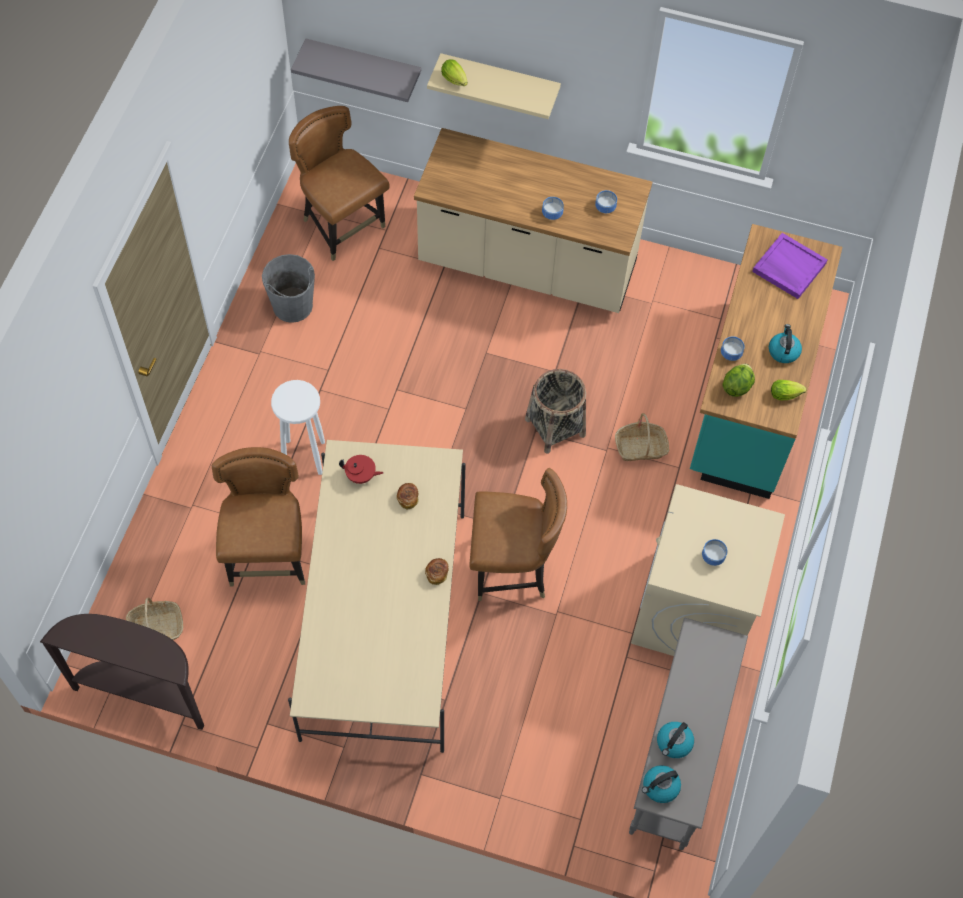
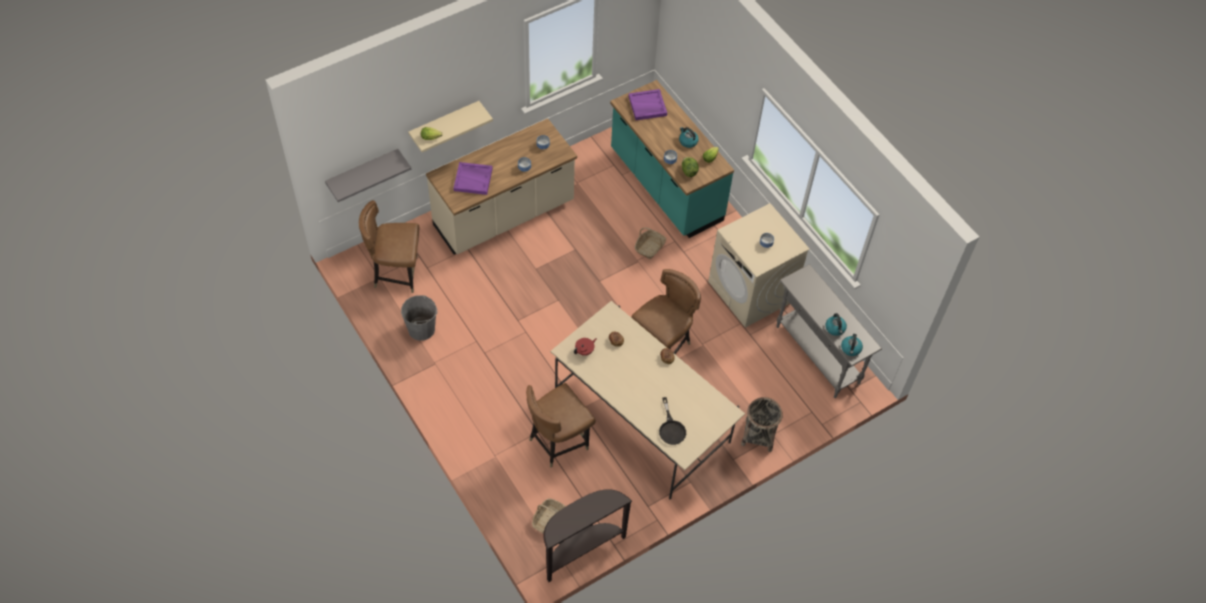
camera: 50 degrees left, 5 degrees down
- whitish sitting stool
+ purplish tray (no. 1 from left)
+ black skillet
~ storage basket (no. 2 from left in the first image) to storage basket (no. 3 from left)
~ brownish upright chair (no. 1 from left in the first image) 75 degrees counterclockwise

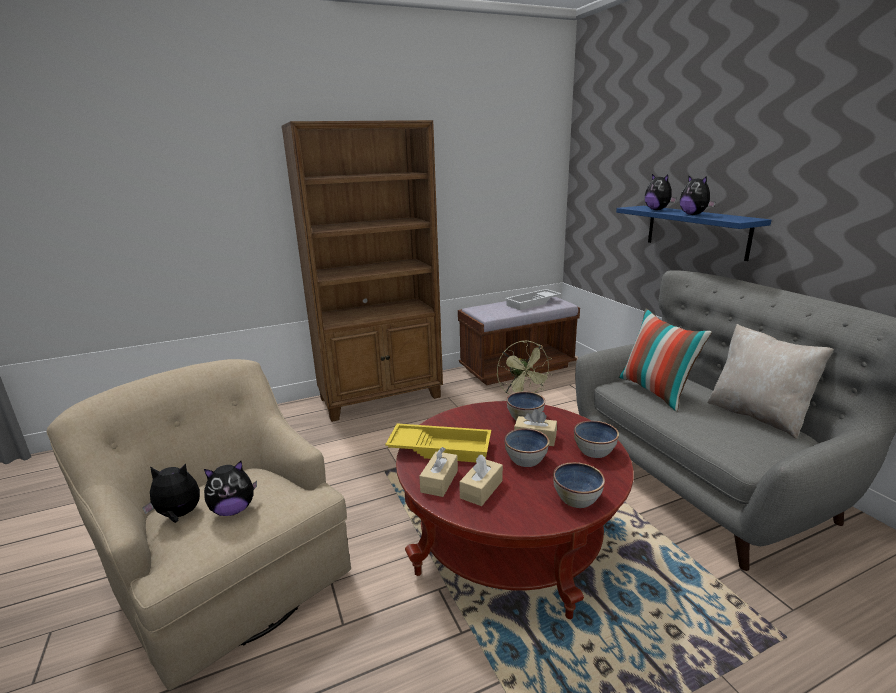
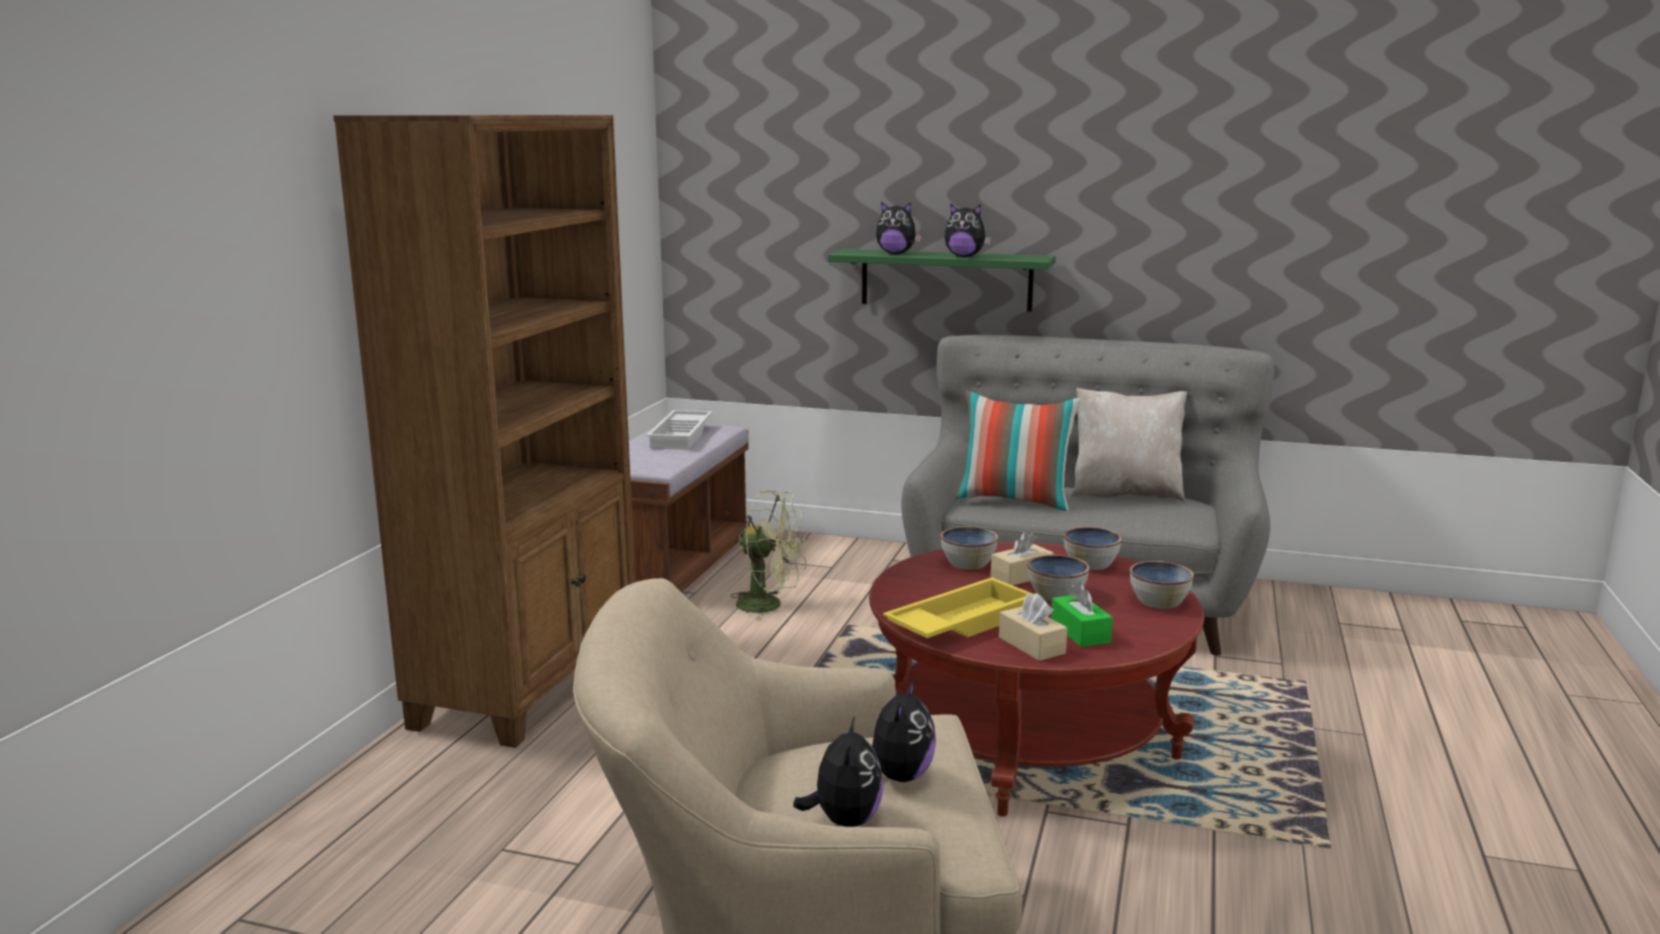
camera: 50 degrees left, 5 degrees down
~ sand-coloured tissue box (no. 2 from left) to green-coloured tissue box
~ bluish wall shelf to green-coloured wall shelf
~ soft toy (no. 1 from left) 150 degrees clockwise

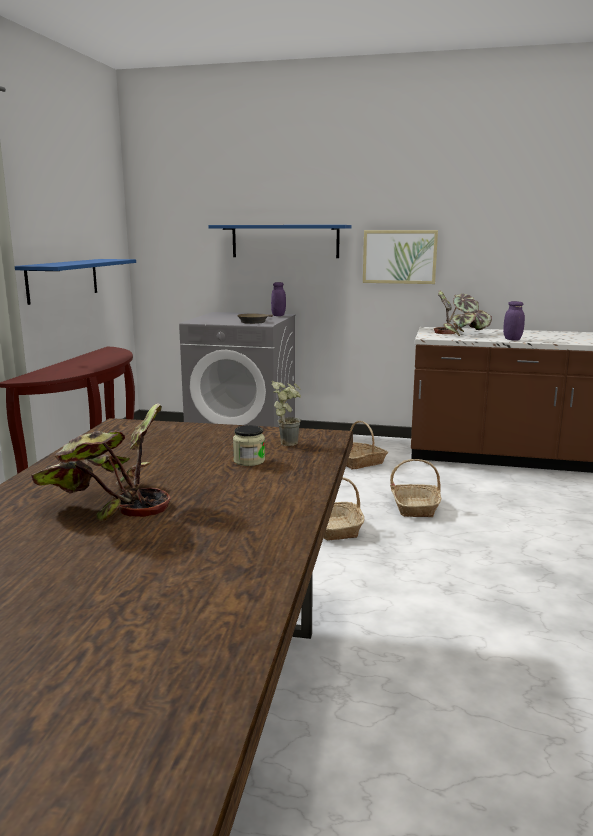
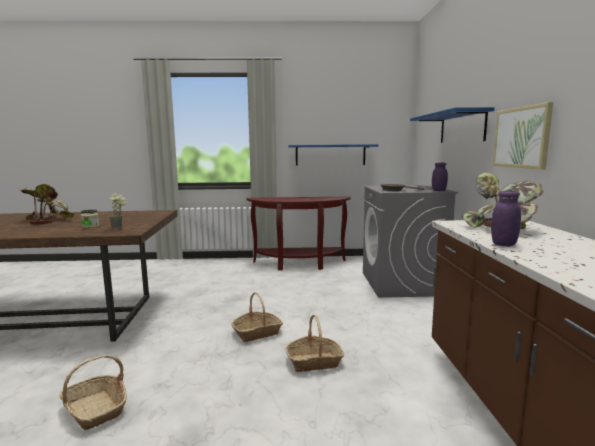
camera: 75 degrees right, 5 degrees down
~ storage basket (no. 2 from left in the first image) to storage basket (no. 1 from left)

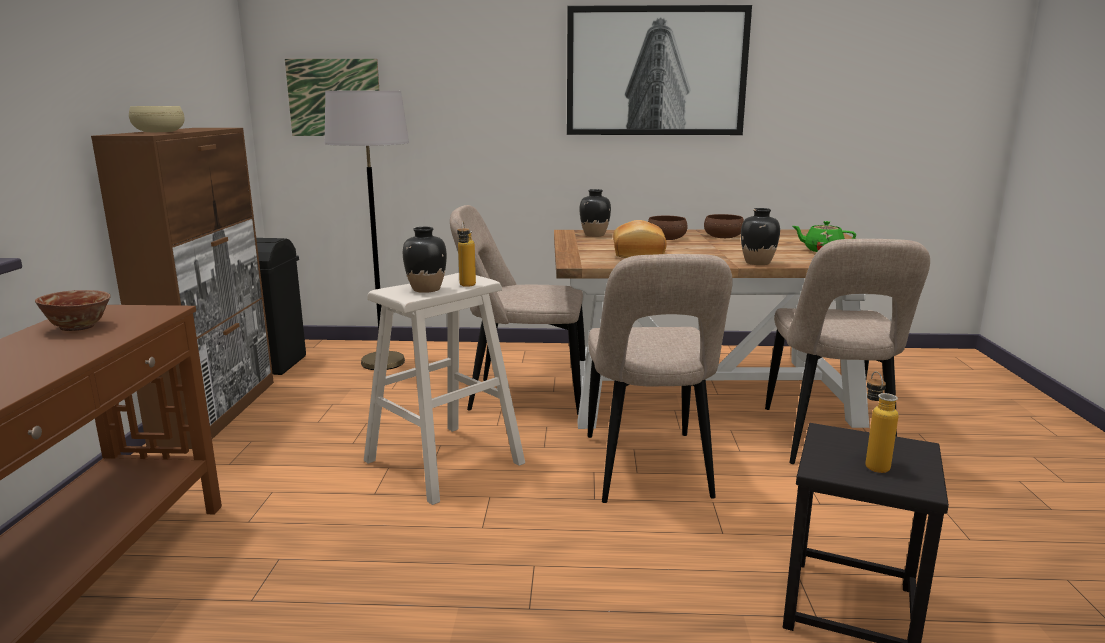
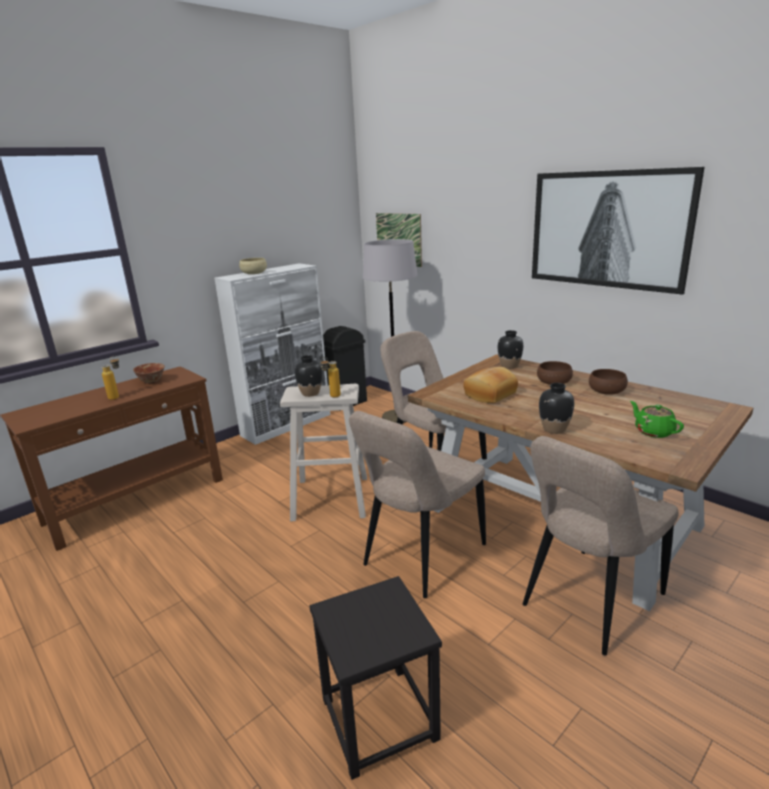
camera: 45 degrees right, 5 degrees up
~ beverage bottle (no. 2 from left in the first image) to beverage bottle (no. 1 from left)
~ brownish cupboard to whitish cupboard

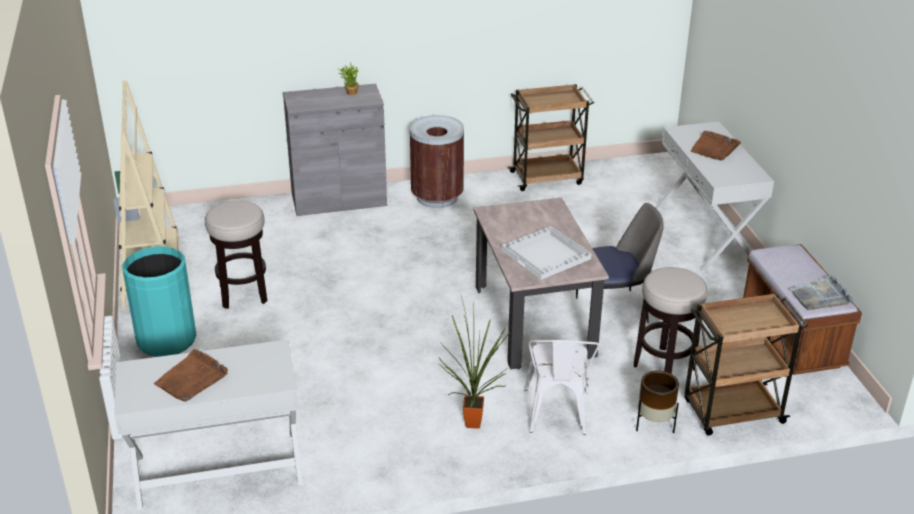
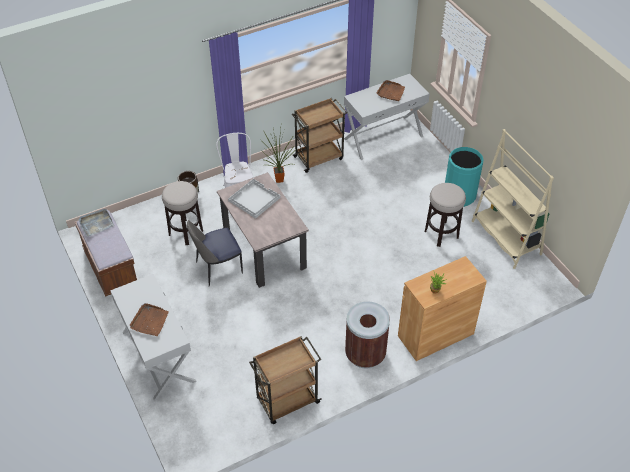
camera: 165 degrees right, 15 degrees up
~ brownish cart (no. 2 from left)
~ gray cupboard to brownish cupboard

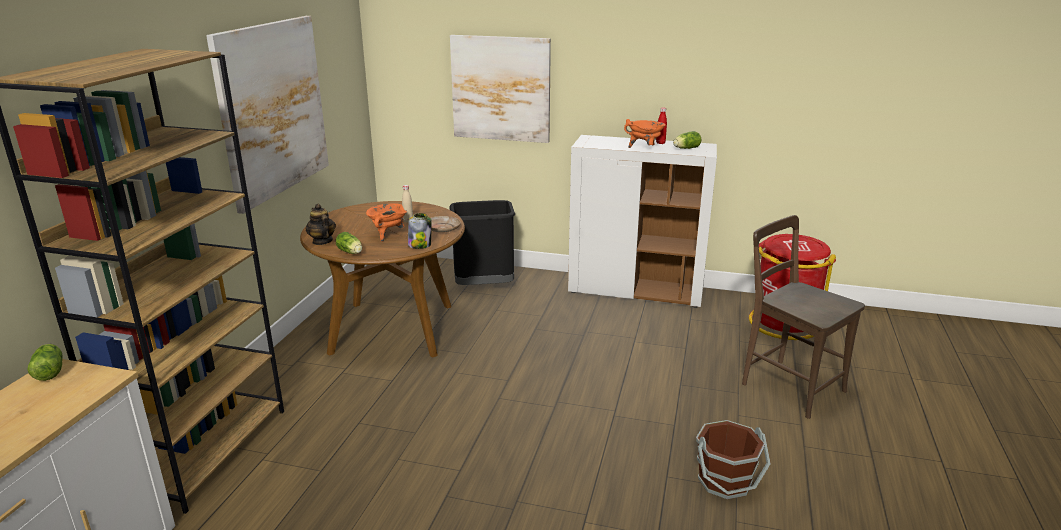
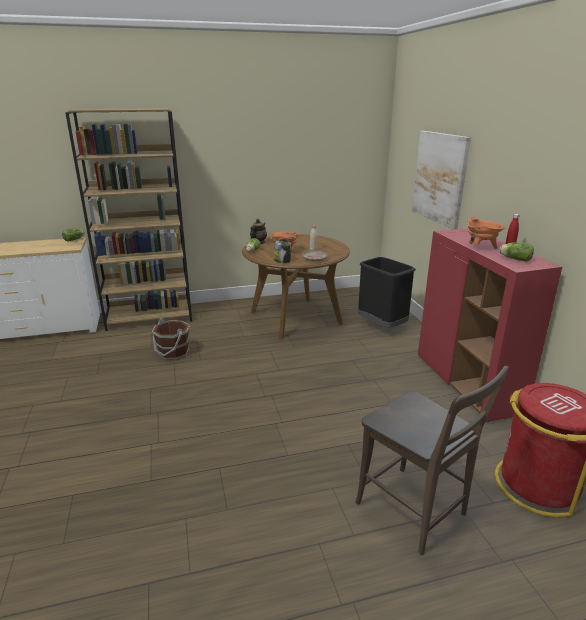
camera: 60 degrees right, 0 degrees up
- wall art (no. 1 from left)
~ brownish bucket
~ whitish cupboard to red cupboard
~ brownish upright chair 120 degrees clockwise

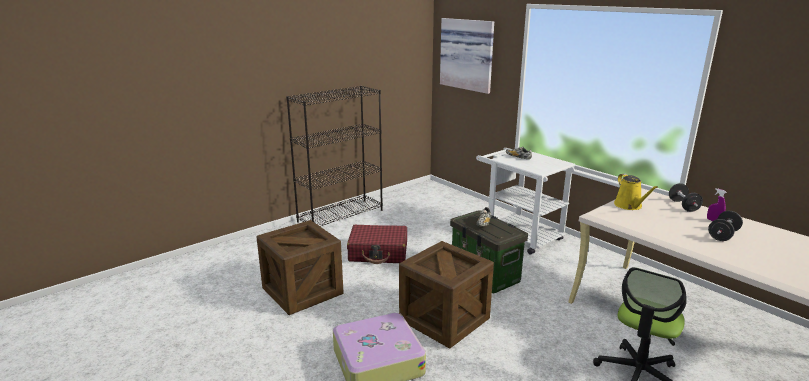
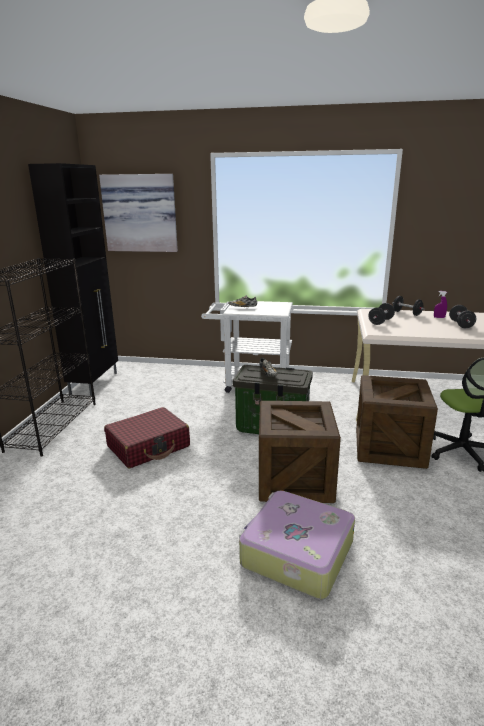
camera: 40 degrees left, 0 degrees up
+ black cupboard
~ packing crate (no. 1 from left in the first image) to packing crate (no. 2 from left)
~ yellow-coloured sprinkling can to black dumbbell (no. 1 from left)

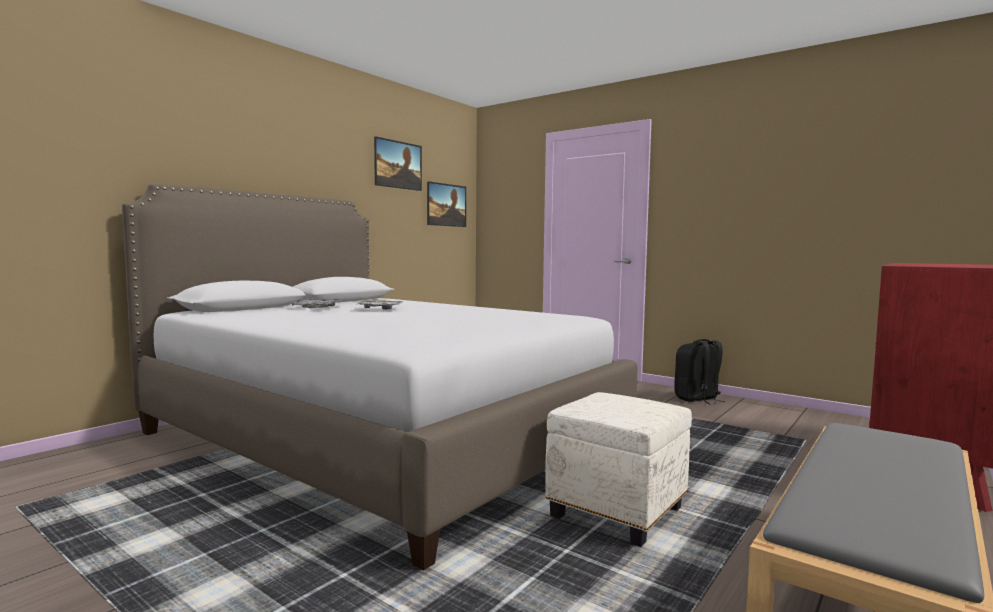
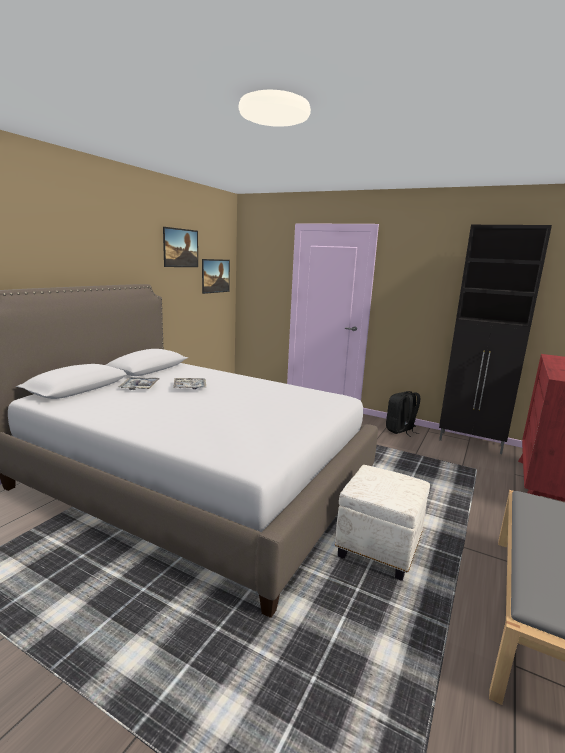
camera: 10 degrees left, 10 degrees up
+ black cupboard

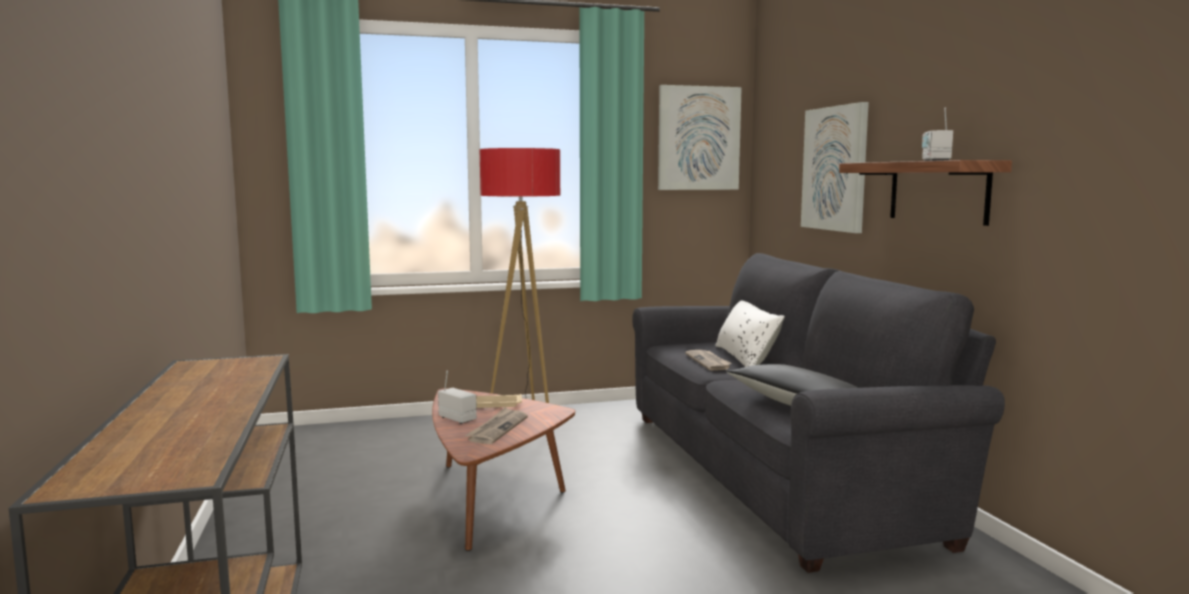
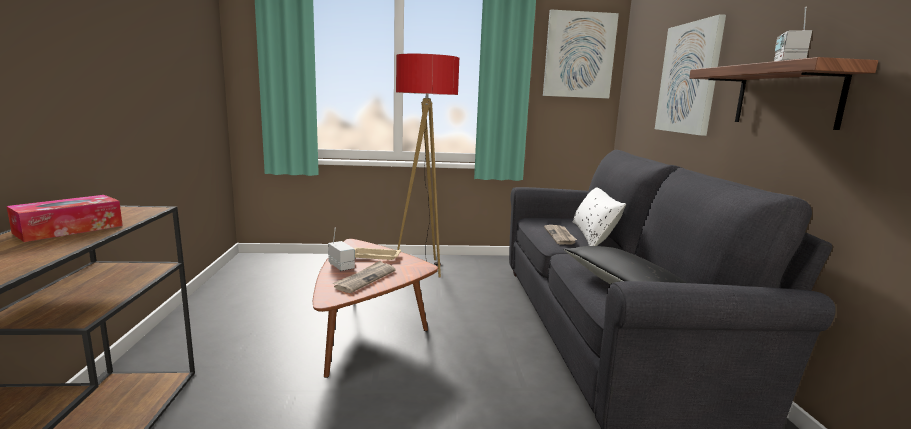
camera: 10 degrees right, 5 degrees up
+ tissue box

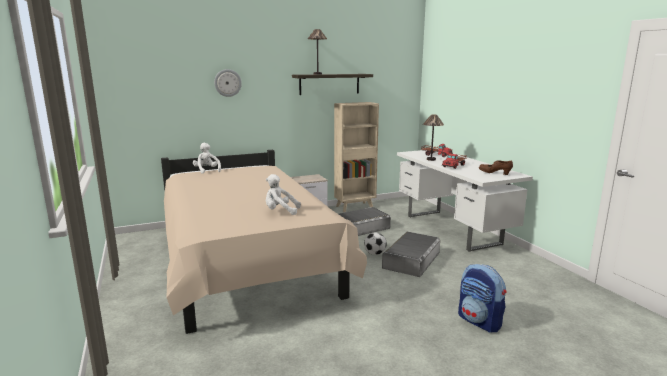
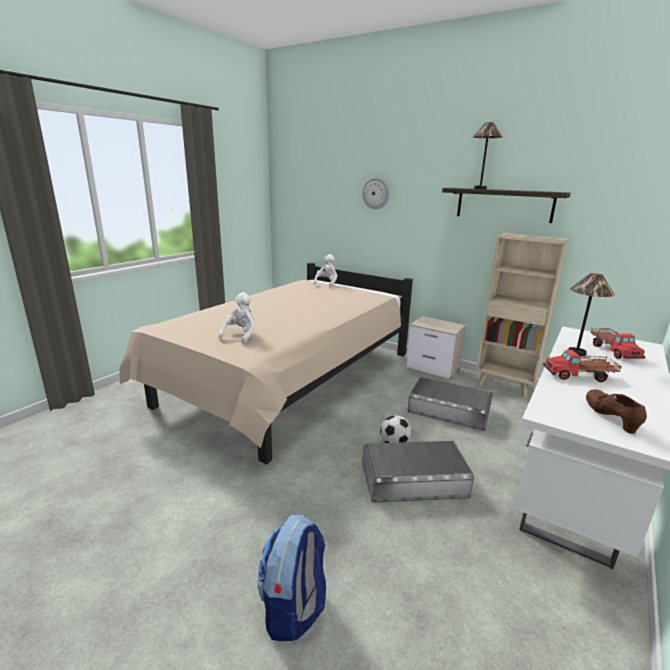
camera: 55 degrees right, 5 degrees up
~ whitish soft toy (no. 2 from left in the first image) 45 degrees clockwise

